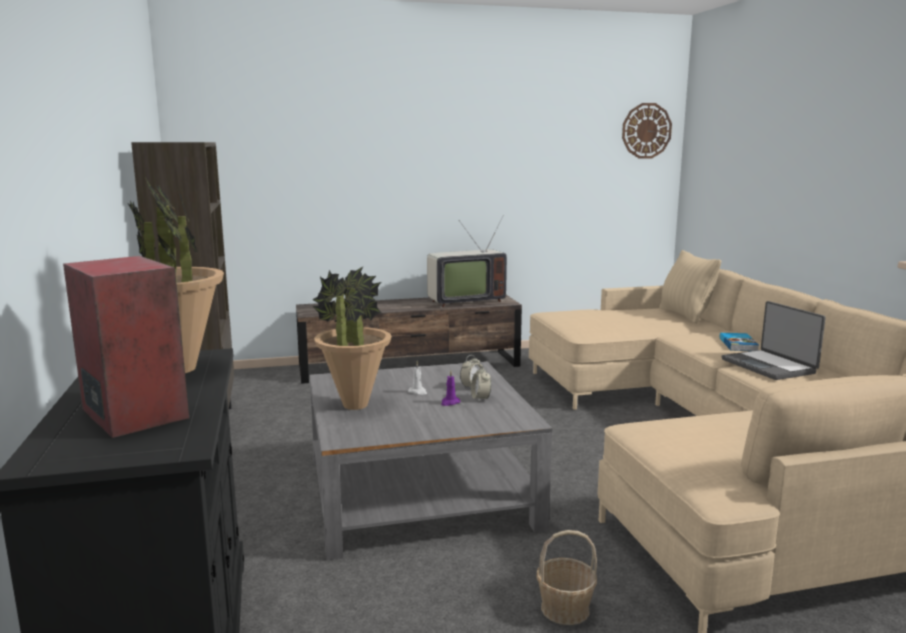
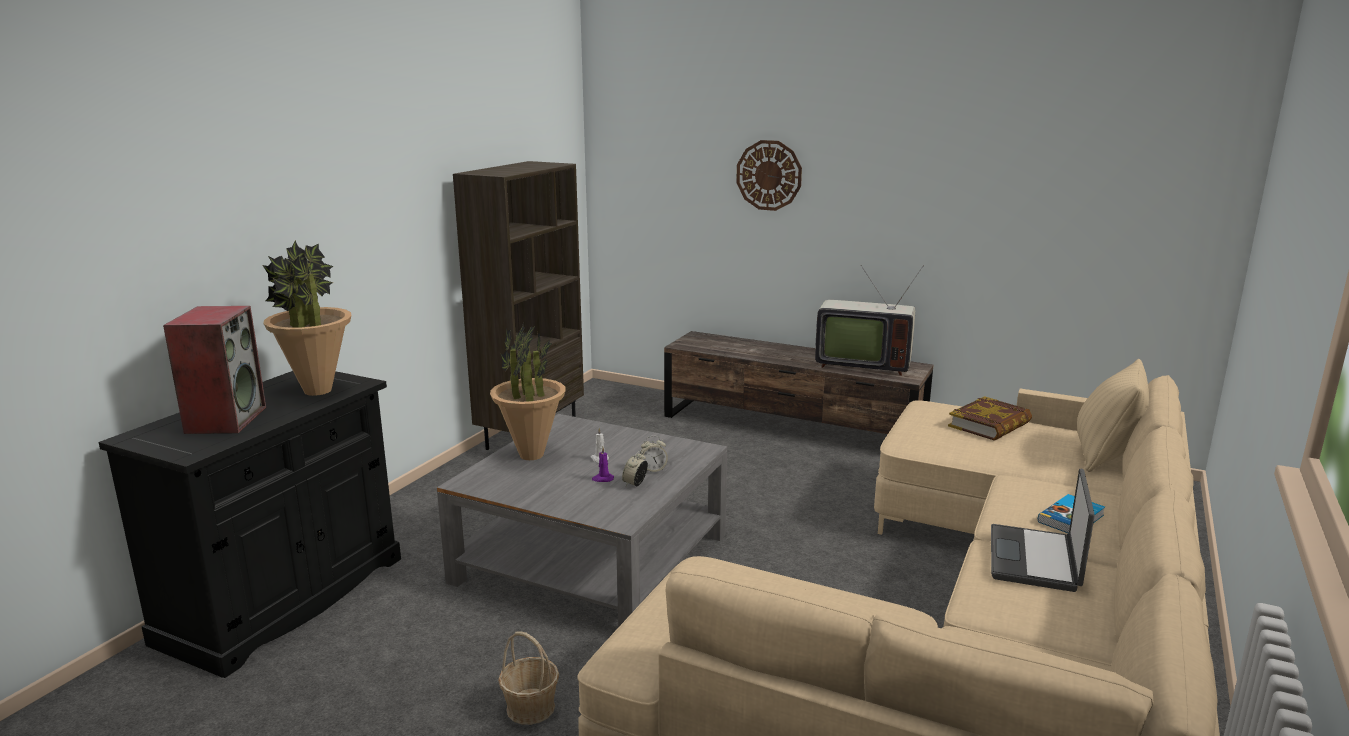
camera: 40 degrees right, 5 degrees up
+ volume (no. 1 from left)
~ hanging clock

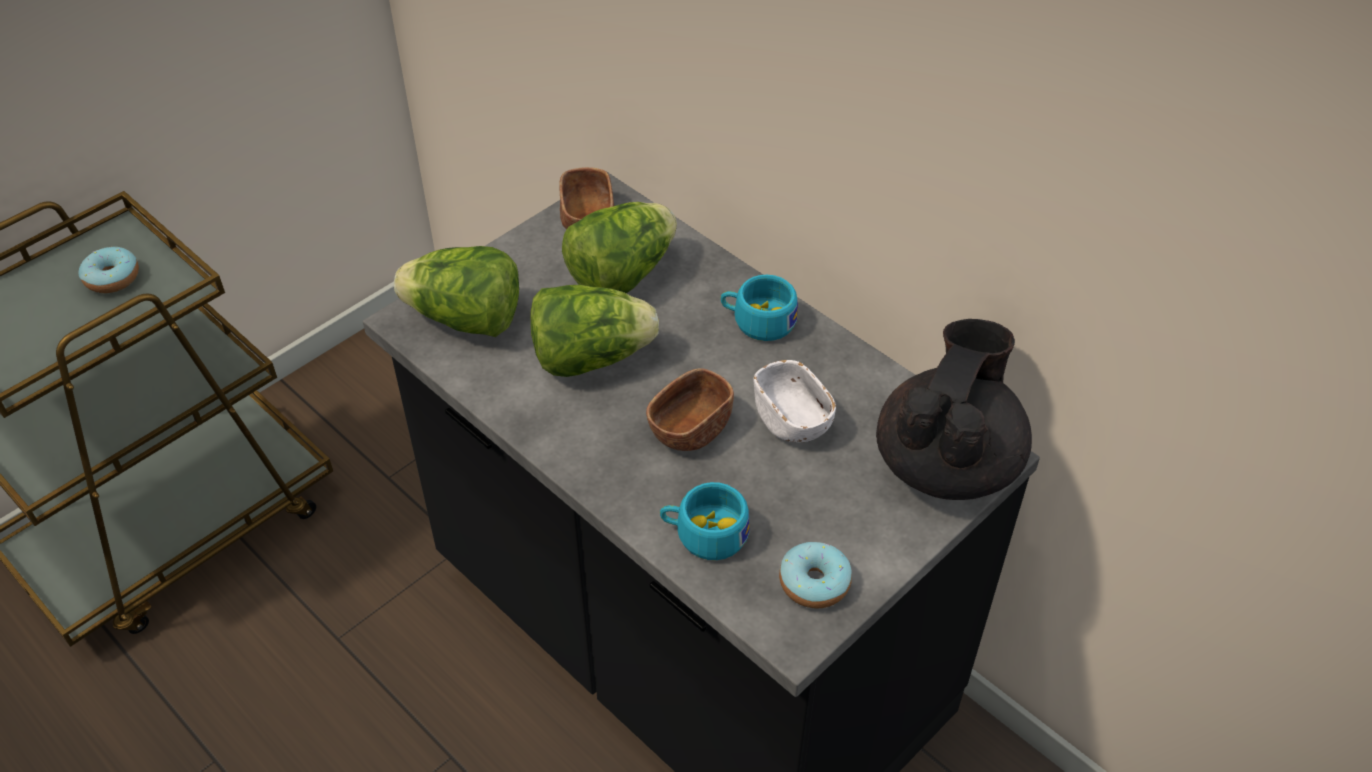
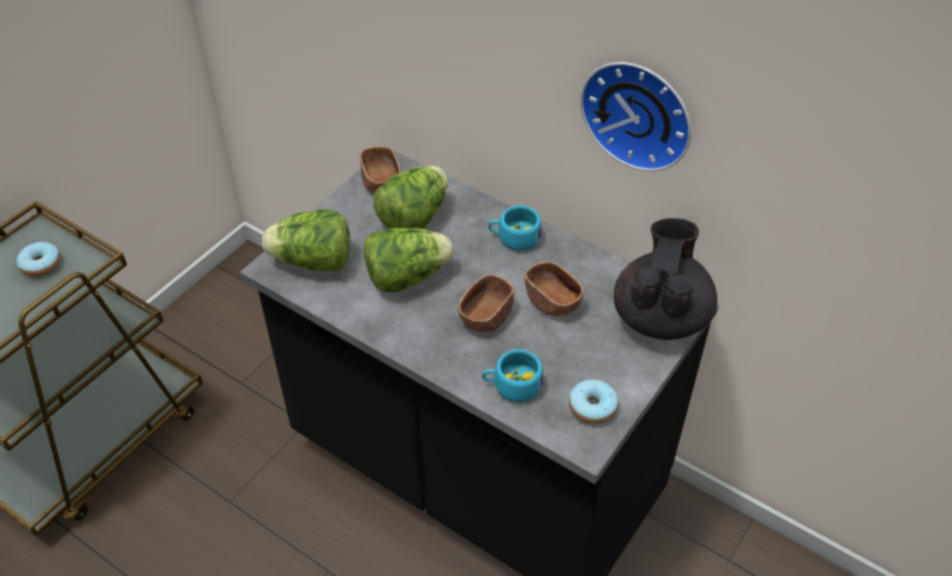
camera: 10 degrees left, 0 degrees up
+ hanging clock
~ whitish deep dish to brownish deep dish (no. 3 from left)

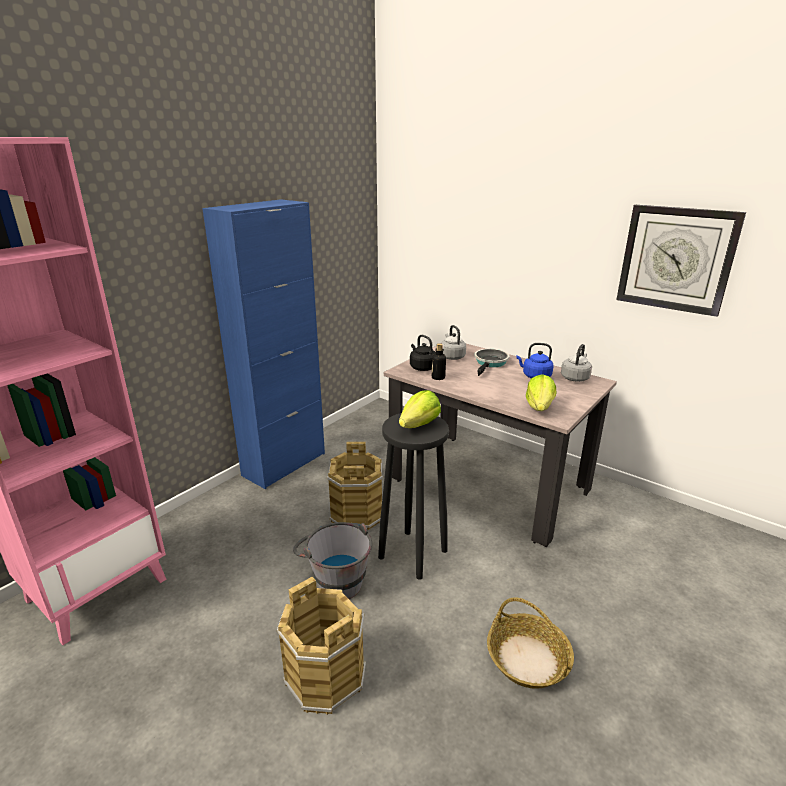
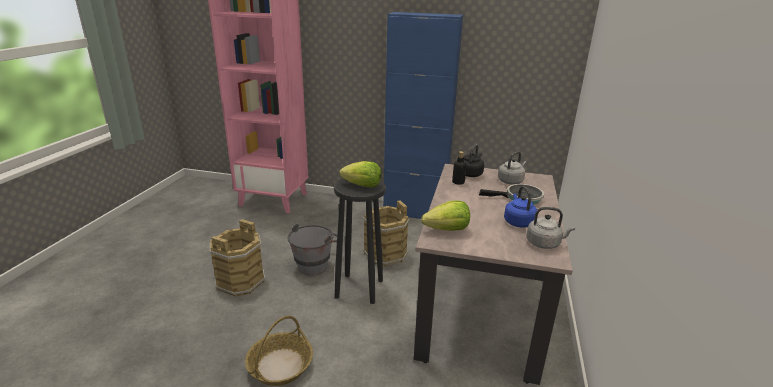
camera: 65 degrees right, 0 degrees up
- hanging clock

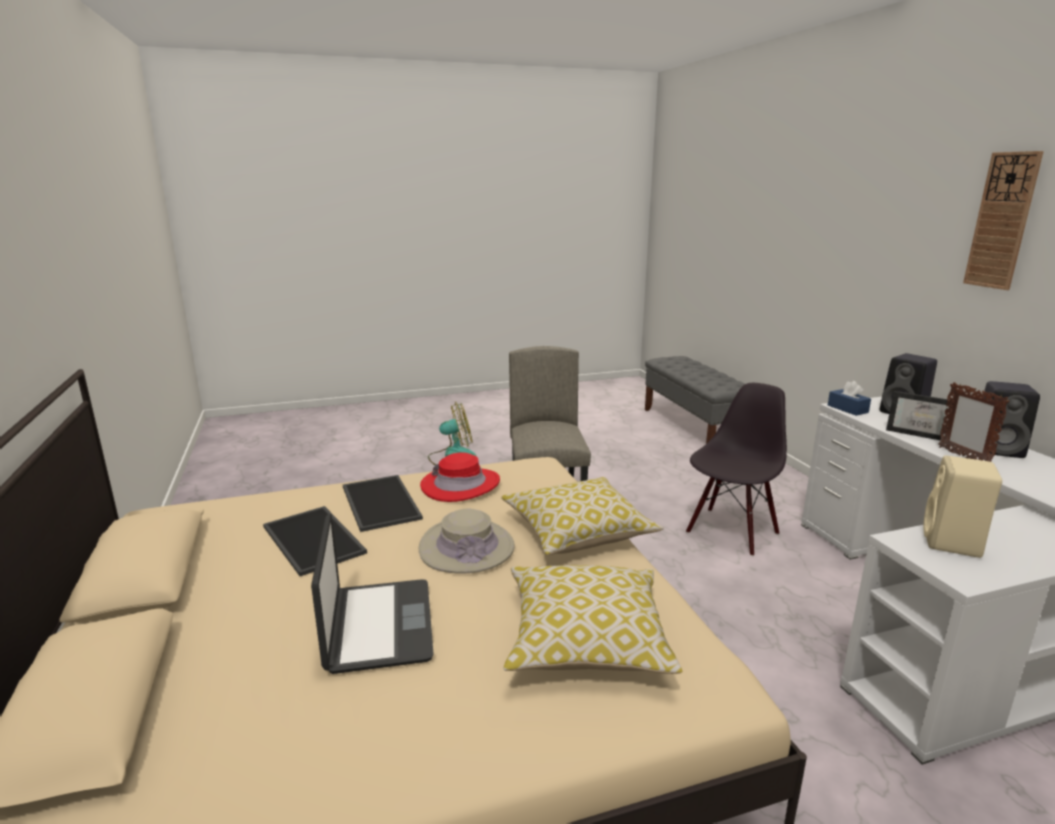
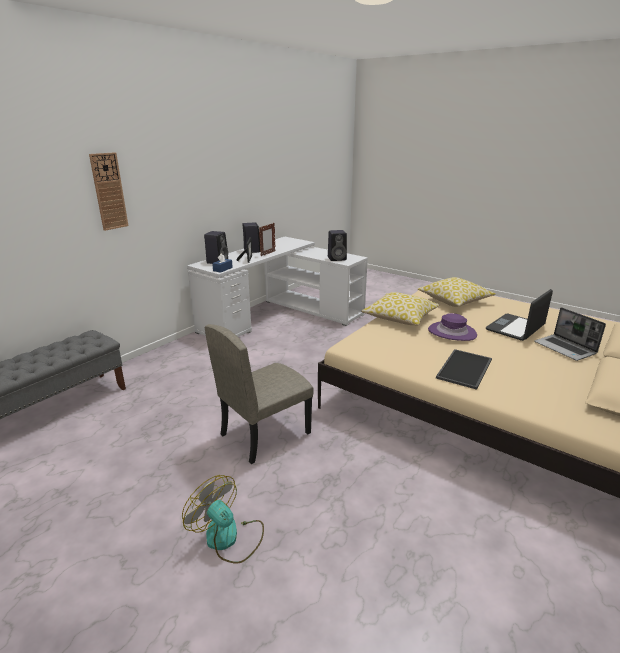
camera: 125 degrees left, 5 degrees up
- tray (no. 1 from left)
- red wearable hat
- black upright chair
+ notebook computer (no. 2 from left)
~ hanging clock
~ sand-coloured wearable hat to purplish wearable hat
~ sand-coloured loudspeaker to black loudspeaker (no. 3 from left)

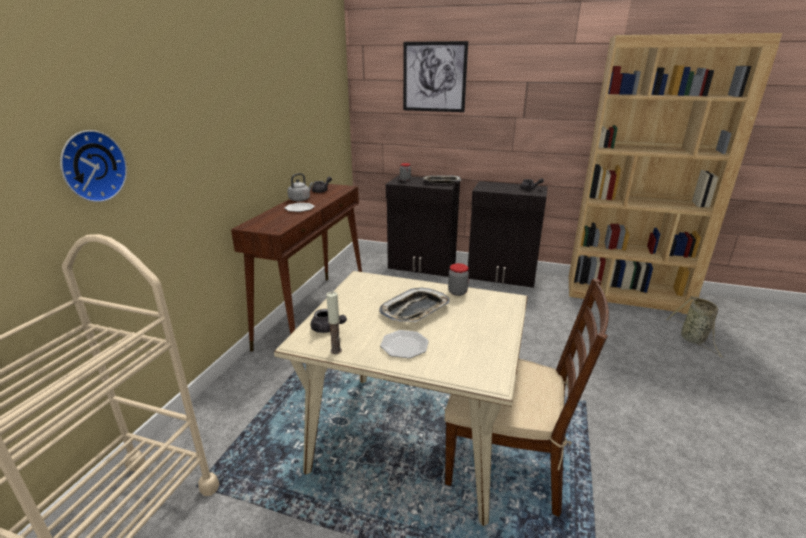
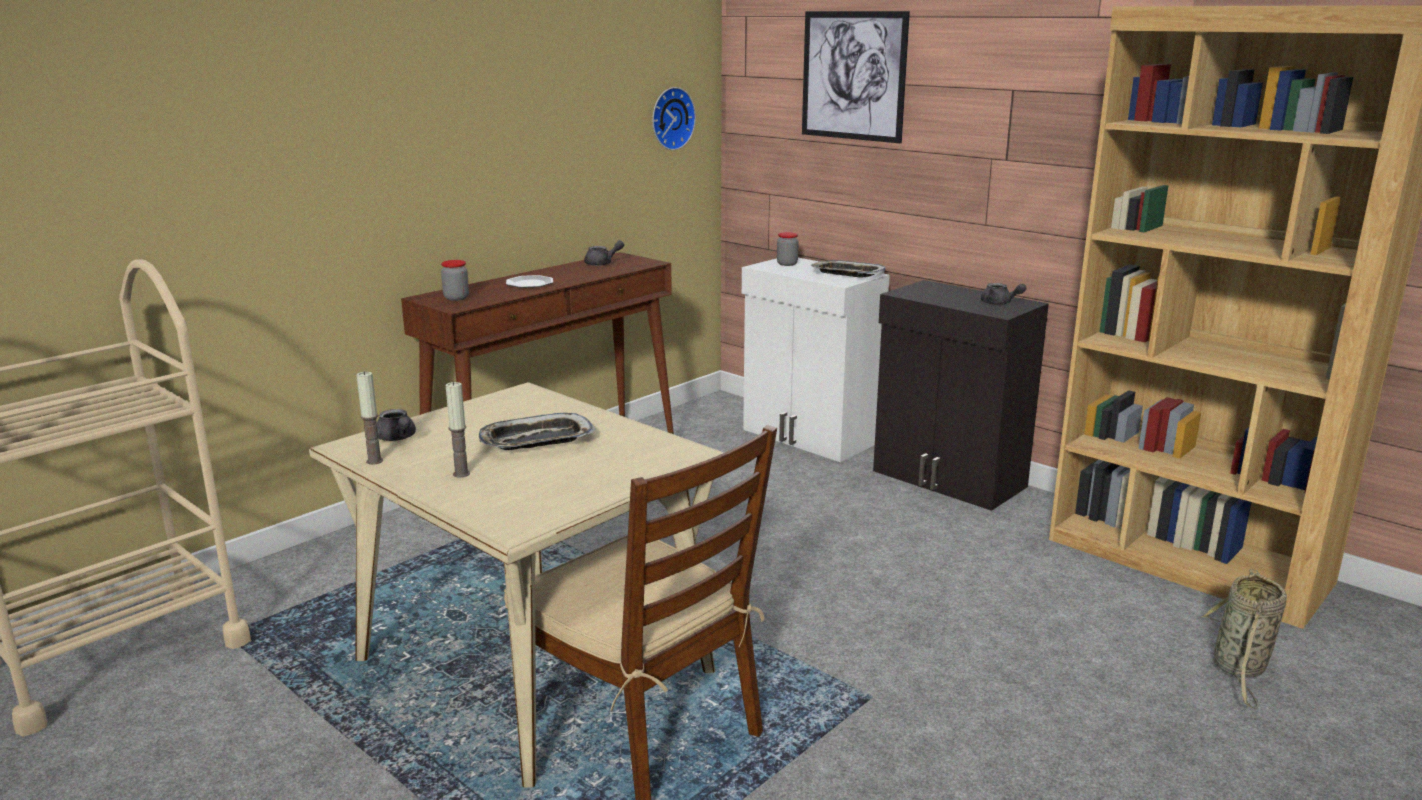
camera: 25 degrees right, 5 degrees down
- gray kettle
~ hanging clock
~ preserve jar (no. 2 from left in the first image) to preserve jar (no. 1 from left)
~ plate (no. 2 from left) to wax light (no. 2 from left)
~ black cupboard (no. 1 from left) to whitish cupboard

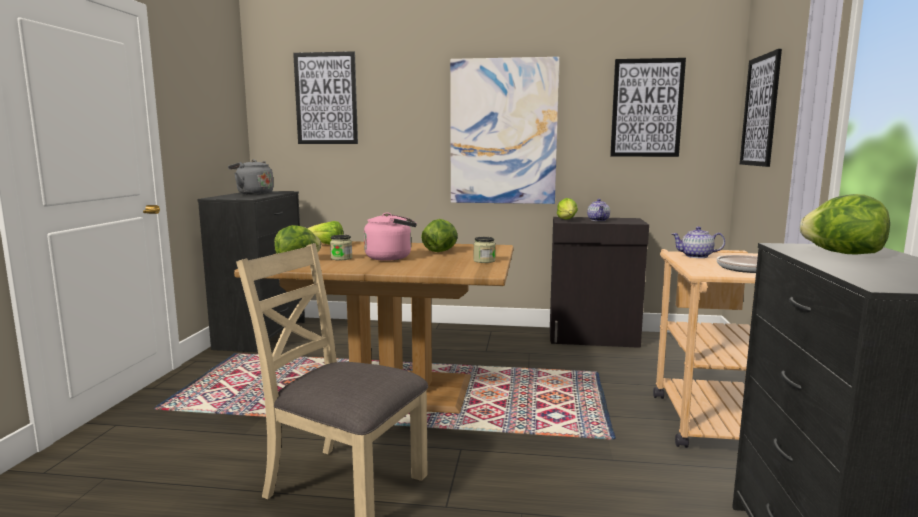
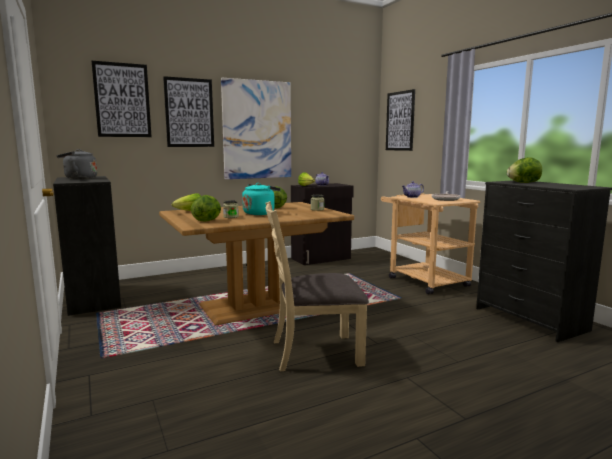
camera: 35 degrees left, 0 degrees up
~ wall art (no. 3 from left in the first image) to wall art (no. 2 from left)
~ pink-coloured kettle to turquoise-coloured kettle

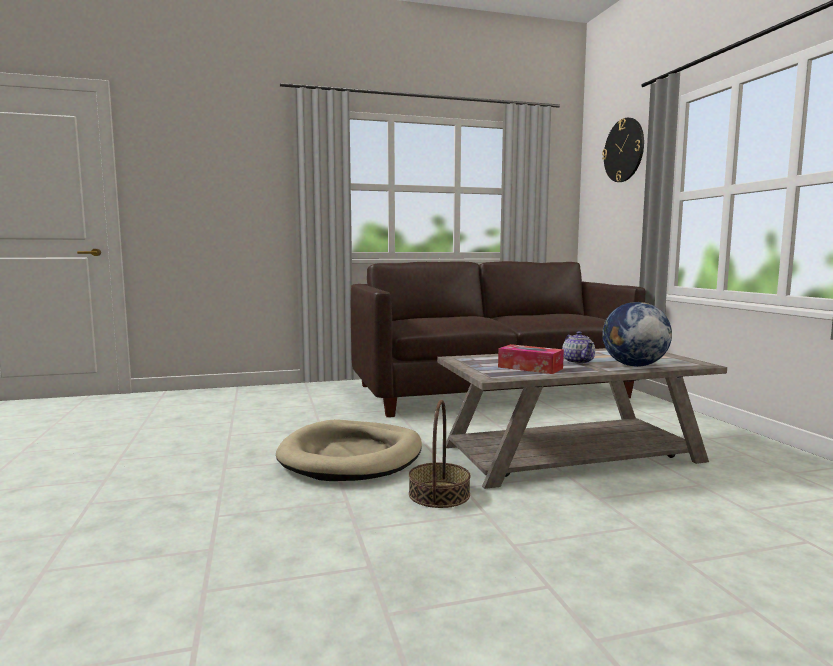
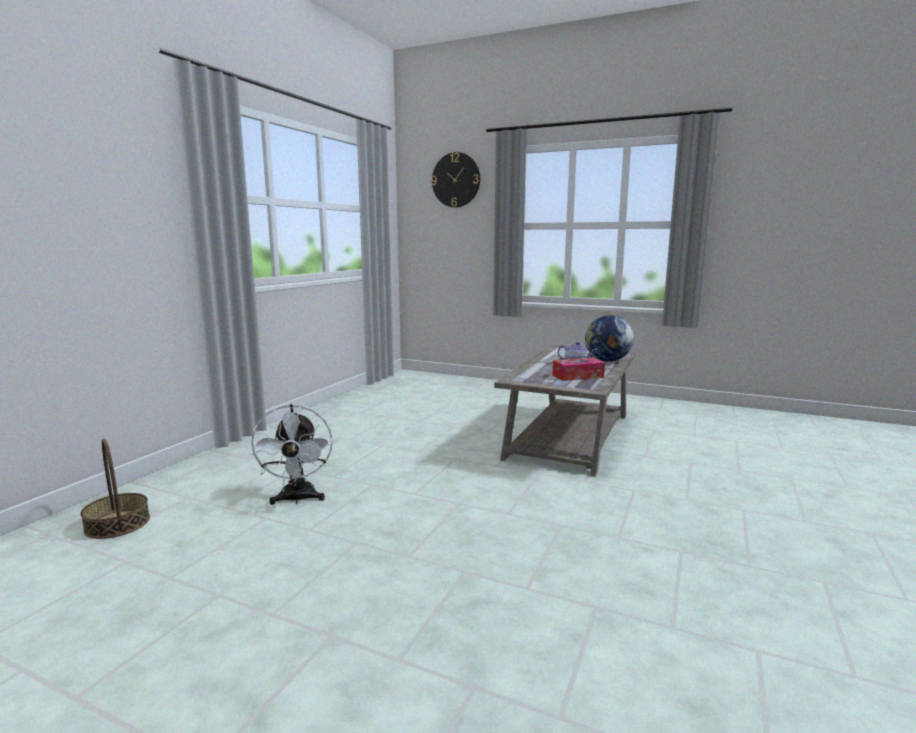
camera: 50 degrees left, 5 degrees up
- sand-coloured dog cushion
- brownish sofa
+ whitish electric fan
~ storage basket

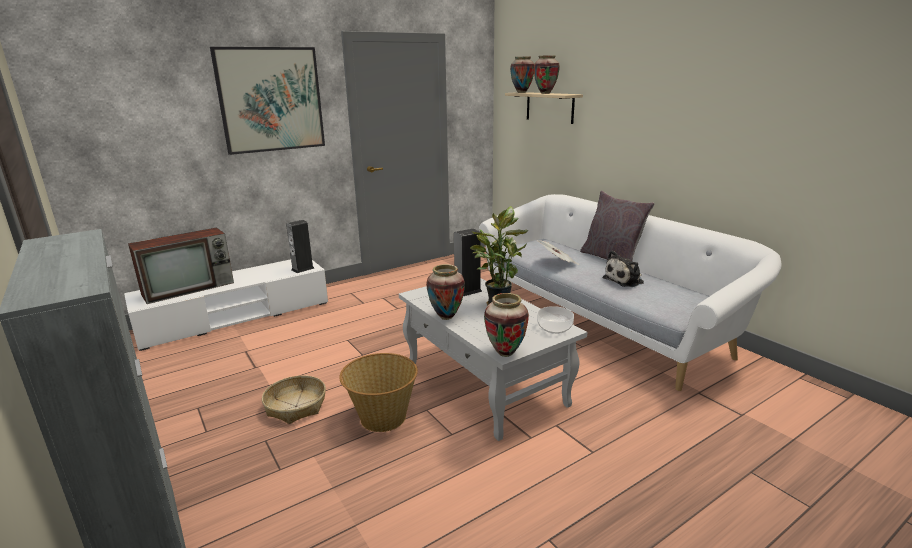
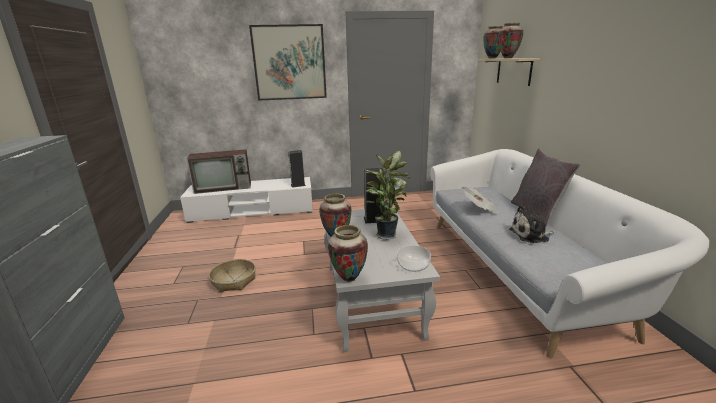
camera: 25 degrees right, 0 degrees up
- storage basket (no. 2 from left)

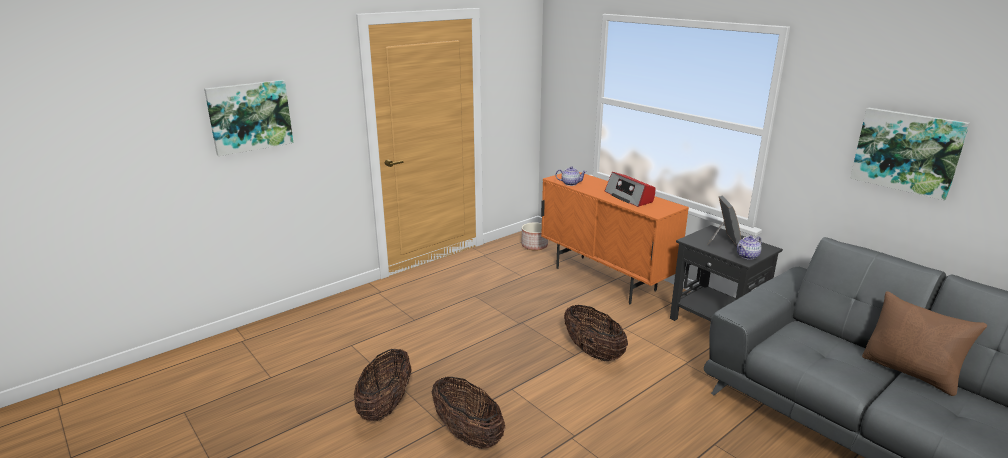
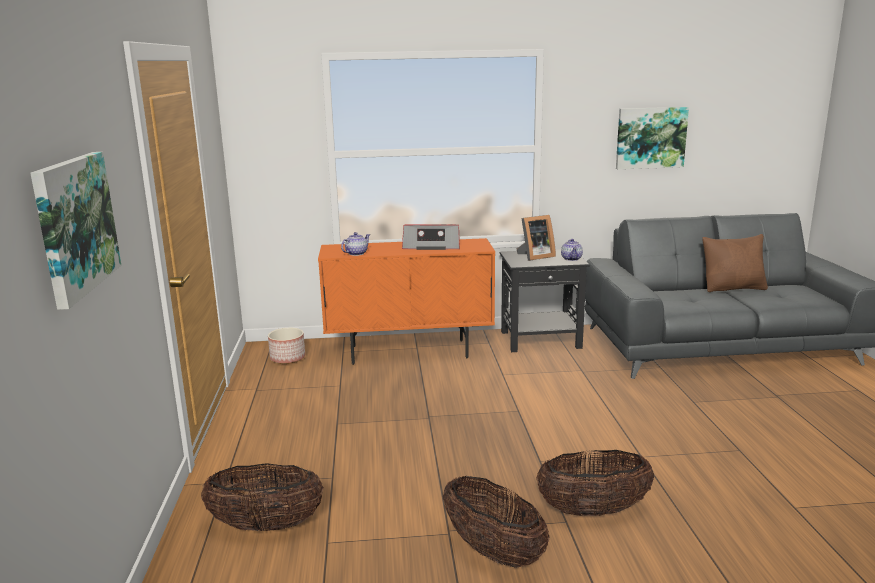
camera: 55 degrees left, 5 degrees down
~ storage basket (no. 3 from left in the first image) to storage basket (no. 1 from left)
~ photo frame 120 degrees clockwise

